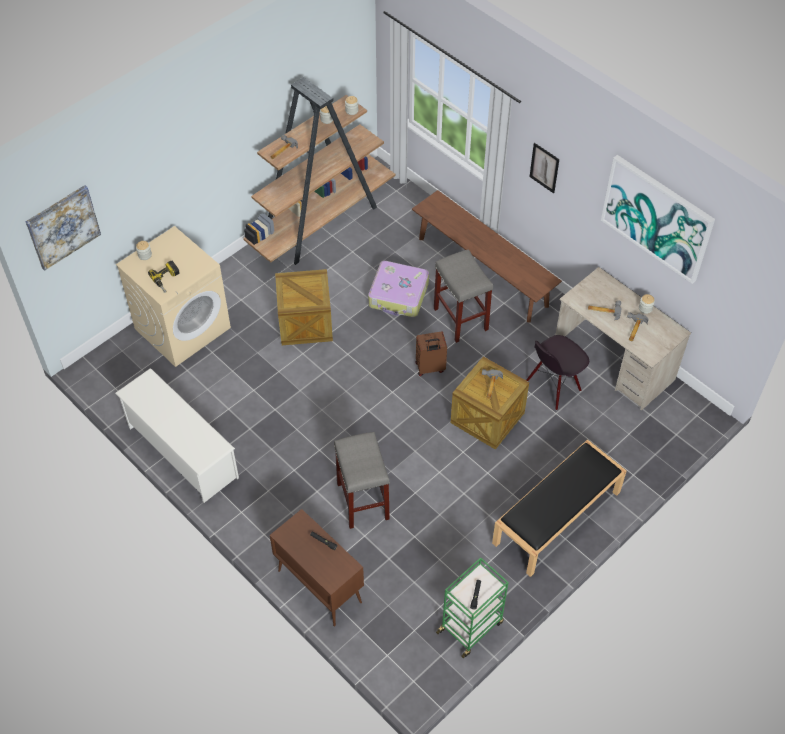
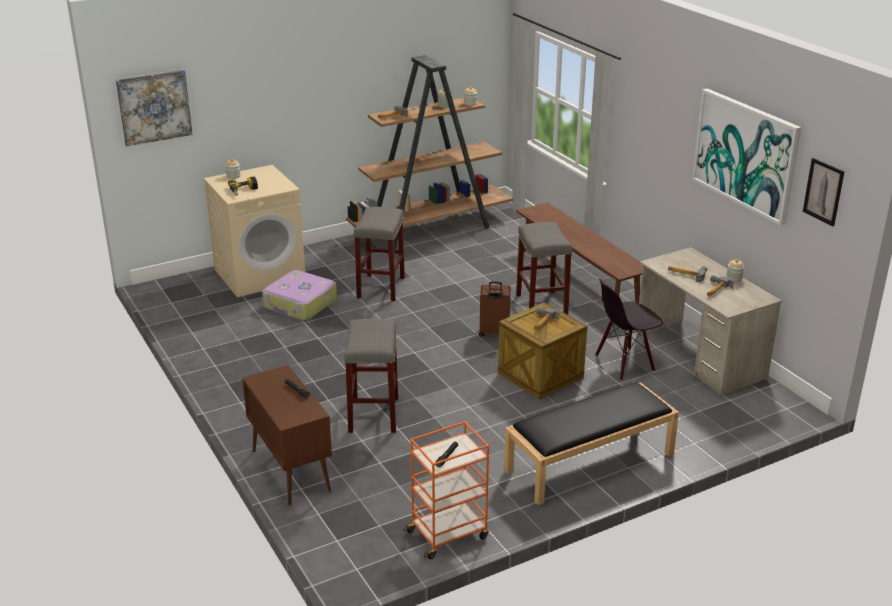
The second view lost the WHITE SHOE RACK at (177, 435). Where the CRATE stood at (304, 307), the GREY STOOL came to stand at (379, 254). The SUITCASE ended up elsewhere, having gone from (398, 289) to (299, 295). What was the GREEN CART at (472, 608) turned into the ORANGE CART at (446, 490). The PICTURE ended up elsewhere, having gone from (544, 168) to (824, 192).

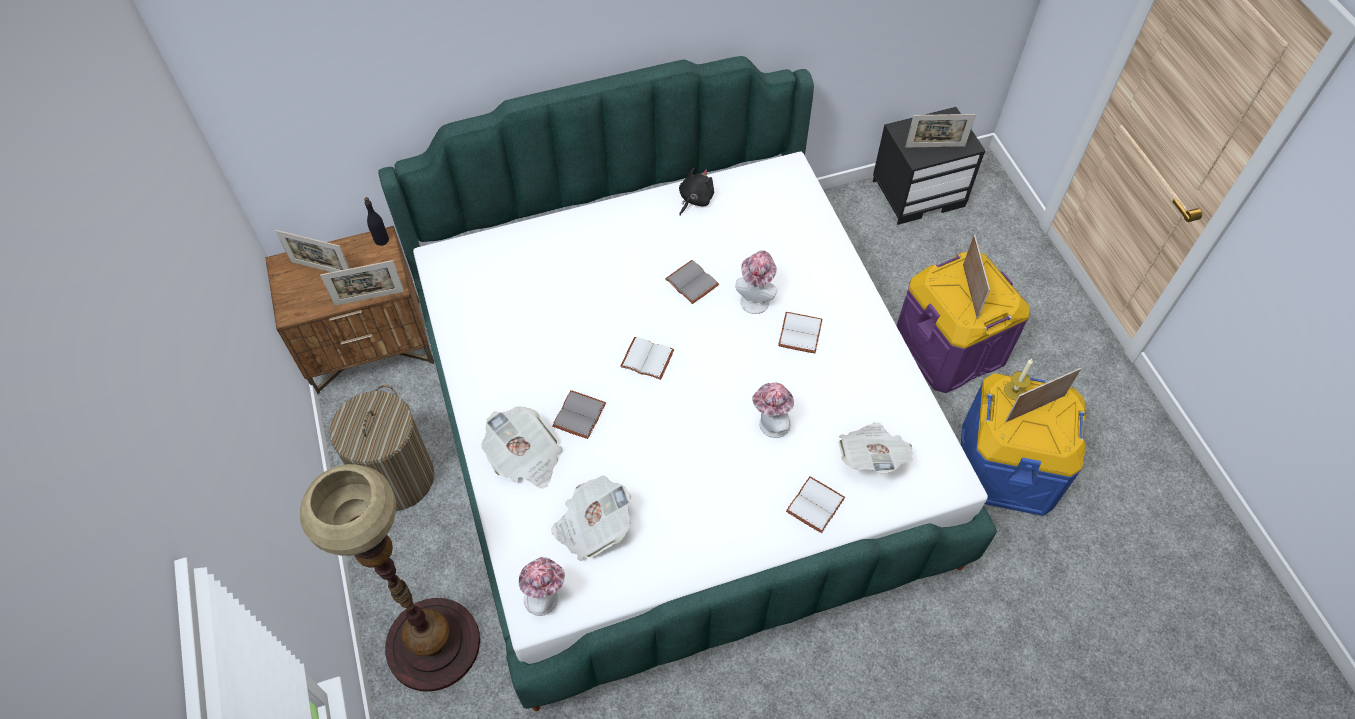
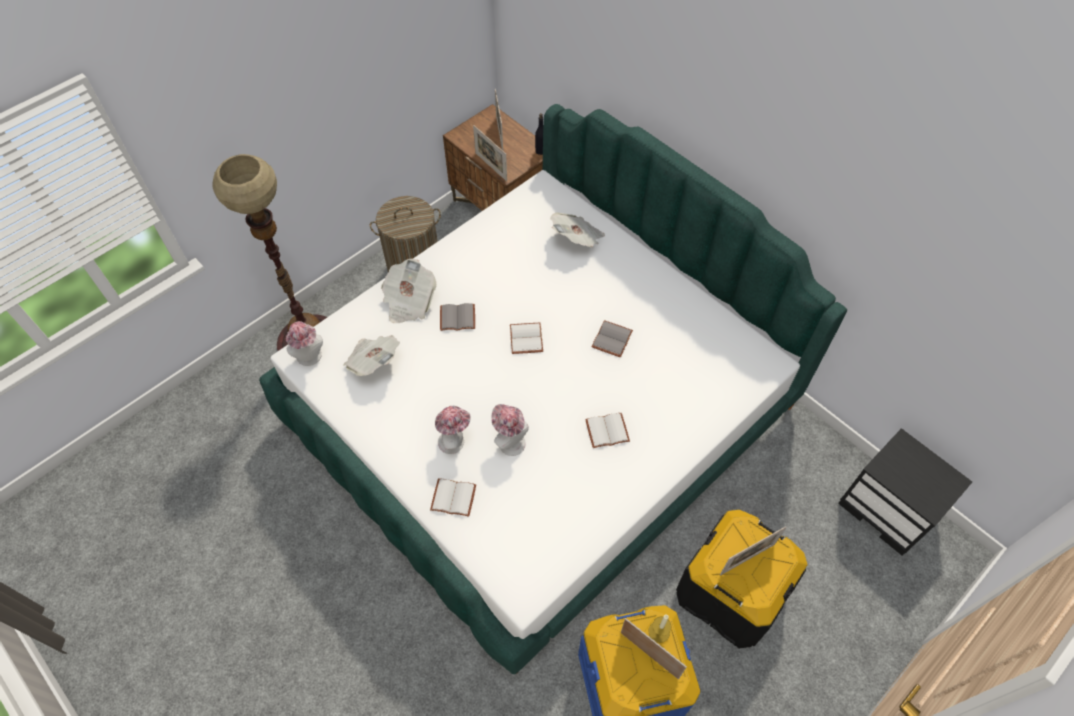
The second view lost the BLACK PLUSH TOY at (696, 191). The HAT ended up elsewhere, having gone from (756, 282) to (453, 430). The NEWSPAPER ended up elsewhere, having gone from (876, 448) to (577, 229). What was the PURPLE STORAGE BOX at (963, 322) turned into the BLACK STORAGE BOX at (741, 579). The second view lost the PICTURE FRAME at (940, 130).

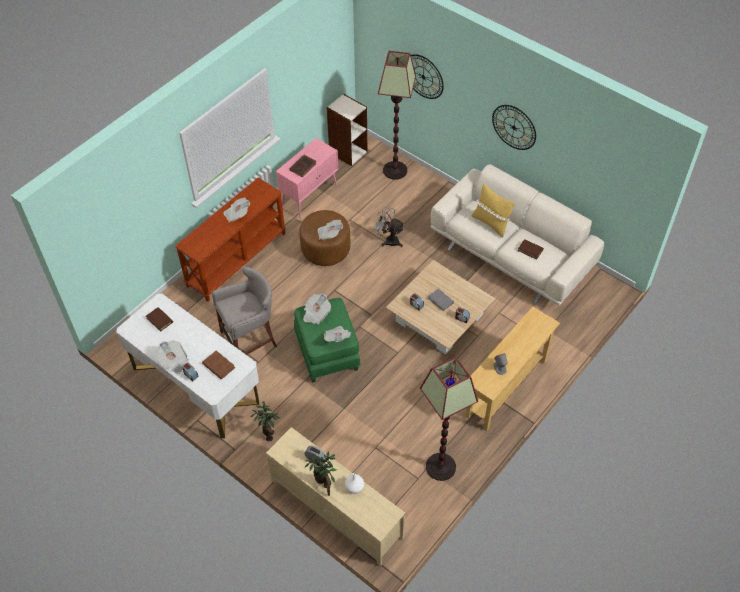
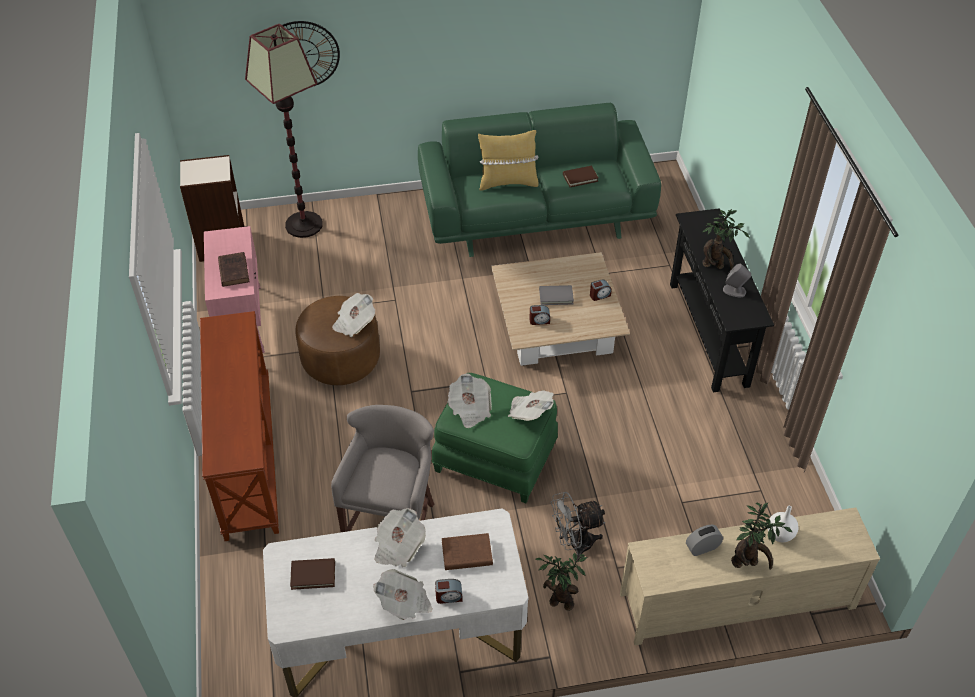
The NEWSPAPER ended up elsewhere, having gone from (236, 209) to (400, 537). The GREY FAN ended up elsewhere, having gone from (388, 226) to (578, 526). The second view lost the FLOOR LAMP at (449, 419). What was the BEIGE SOFA at (517, 234) turned into the GREEN SOFA at (539, 180). What was the BEIGE CONSOLE TABLE at (512, 368) turned into the BLACK CONSOLE TABLE at (722, 300). The second view lost the WALL CLOCK at (514, 127). The second view gained the POTTED PLANT at (726, 240).

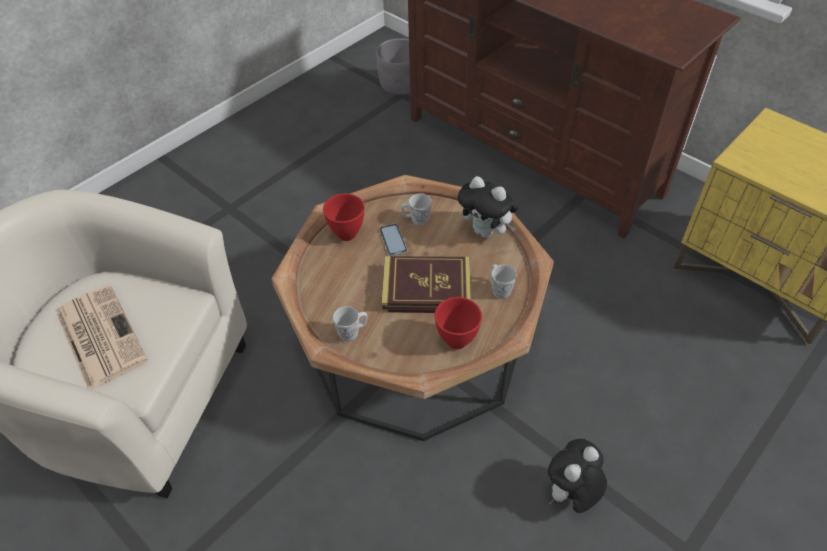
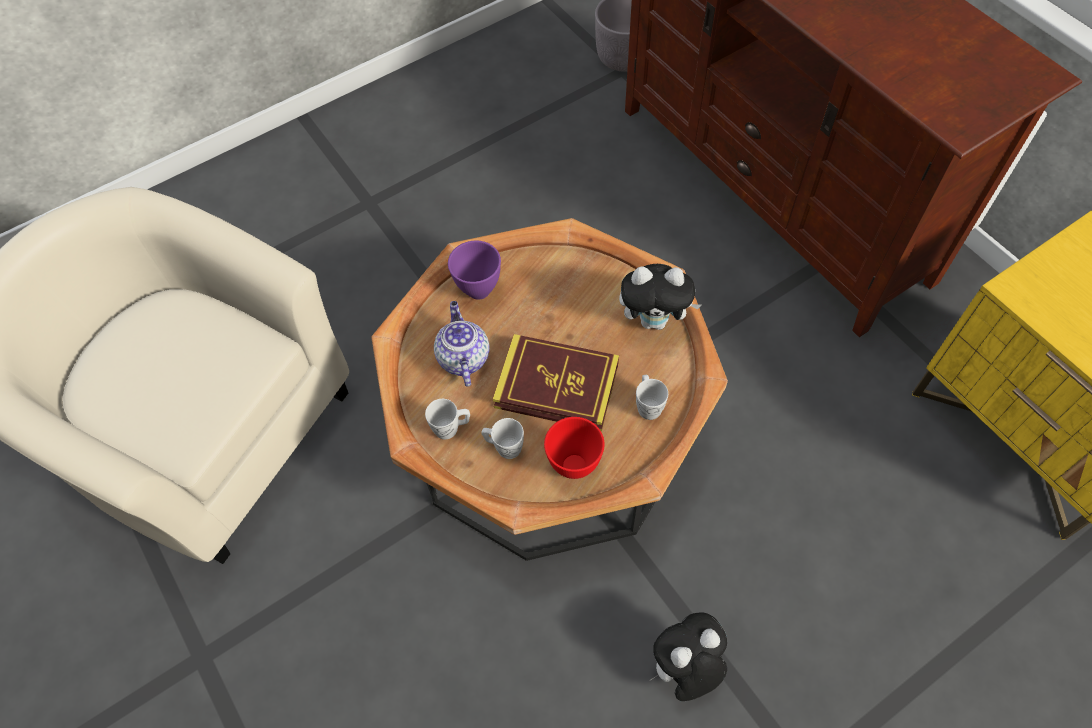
The second view lost the NEWSPAPER at (102, 337). What was the RED BOWL at (343, 217) turned into the PURPLE BOWL at (474, 270). The second view lost the PHONE at (393, 240). The WHITE MUG ended up elsewhere, having gone from (416, 209) to (502, 438). The PLUSH TOY at (488, 207) ended up facing another way, 45 degrees counterclockwise from before. The second view gained the TEAPOT at (461, 344).

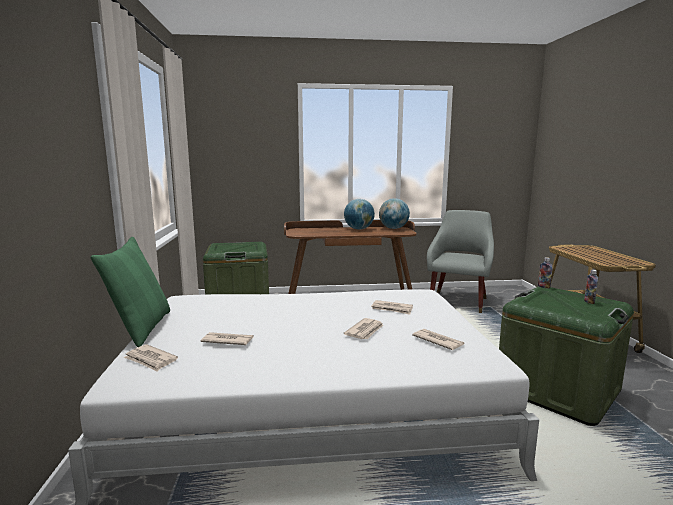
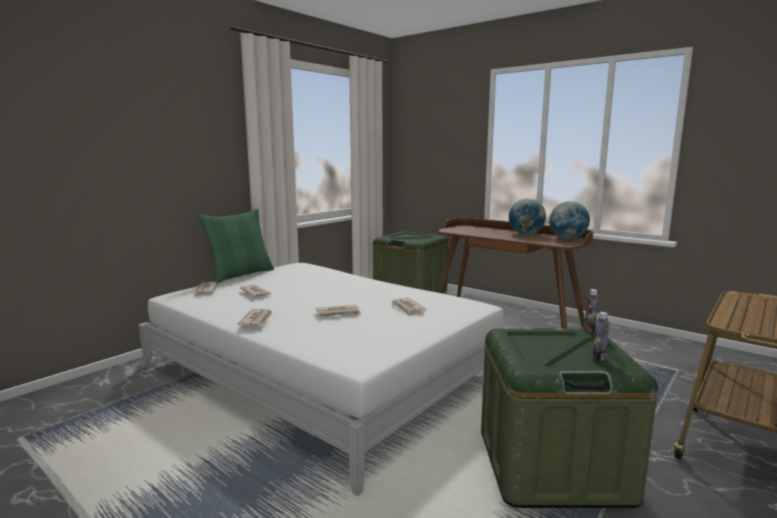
The NEWSPAPER ended up elsewhere, having gone from (438, 339) to (255, 317). The second view lost the GREY ARMCHAIR at (460, 261).

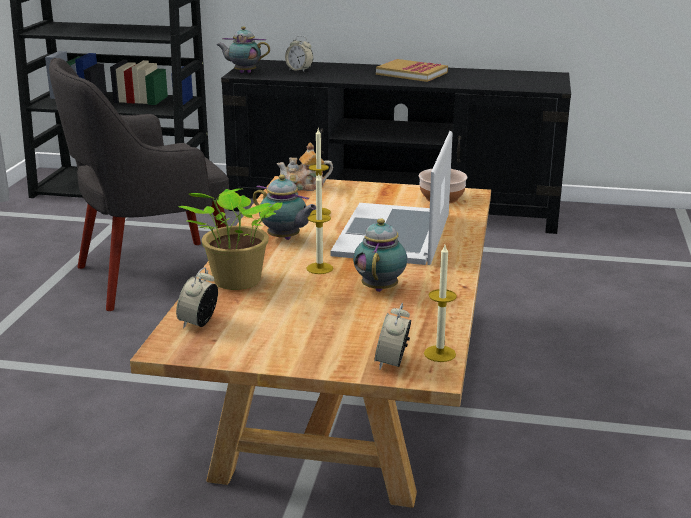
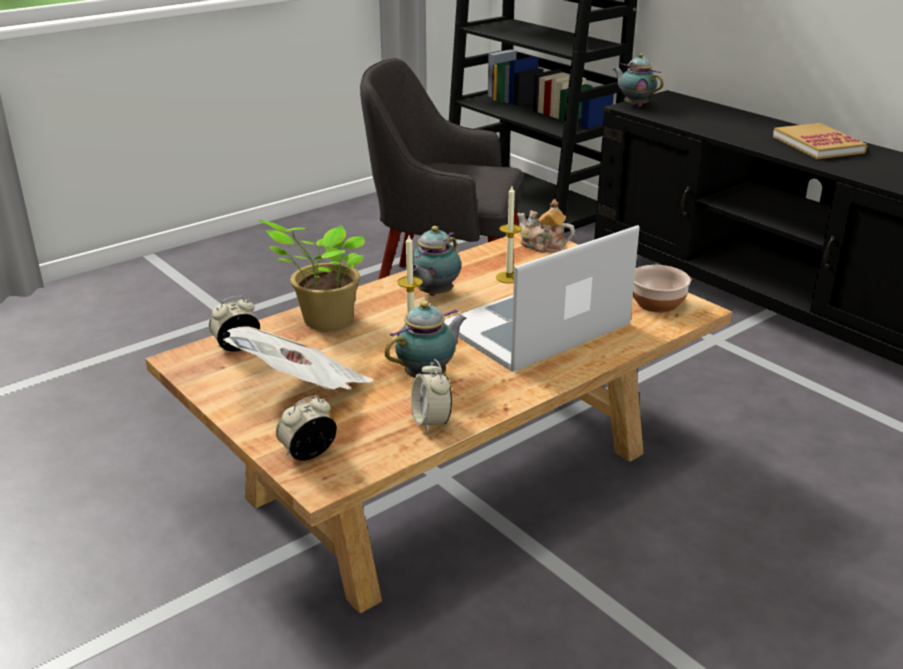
The TEAPOT at (284, 207) ended up facing another way, 45 degrees clockwise from before. The ALARM CLOCK ended up elsewhere, having gone from (299, 54) to (431, 396). The second view lost the CANDLE at (440, 303). The second view gained the NEWSPAPER at (298, 358).

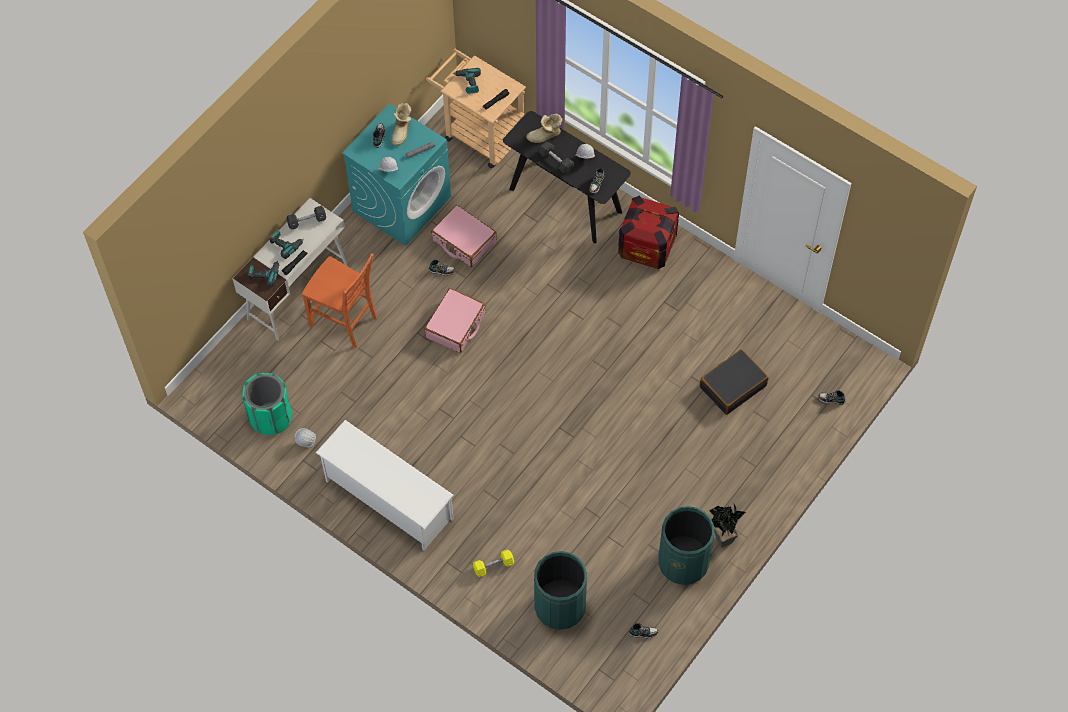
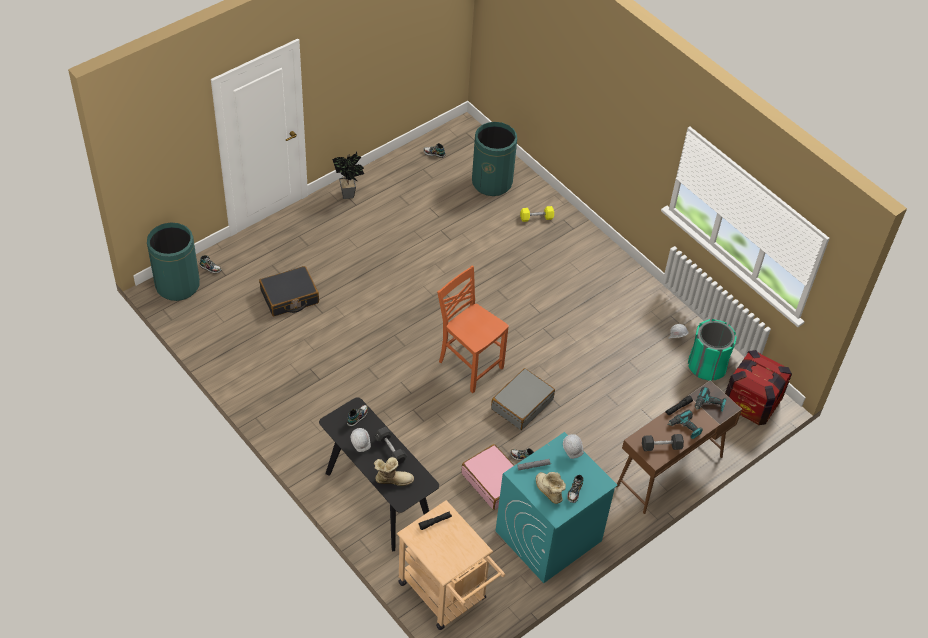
What was the WHITE DESK at (290, 269) turned into the BROWN DESK at (679, 447). The ORANGE CHAIR ended up elsewhere, having gone from (339, 300) to (473, 329). The second view lost the WHITE SHOE RACK at (385, 485). The BOOT at (401, 124) ended up facing another way, 60 degrees counterclockwise from before. What was the PINK SUITCASE at (455, 320) turned into the GREY SUITCASE at (523, 399). The second view lost the POWER DRILL at (467, 81). The CRATE ended up elsewhere, having gone from (648, 232) to (758, 387). The GREEN TRASH CAN ended up elsewhere, having gone from (686, 545) to (173, 261).

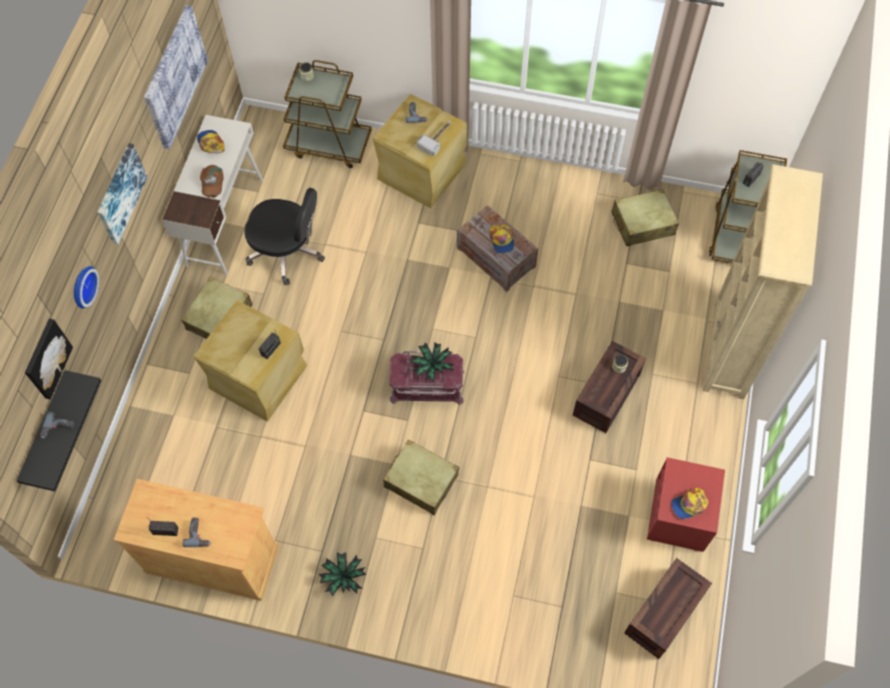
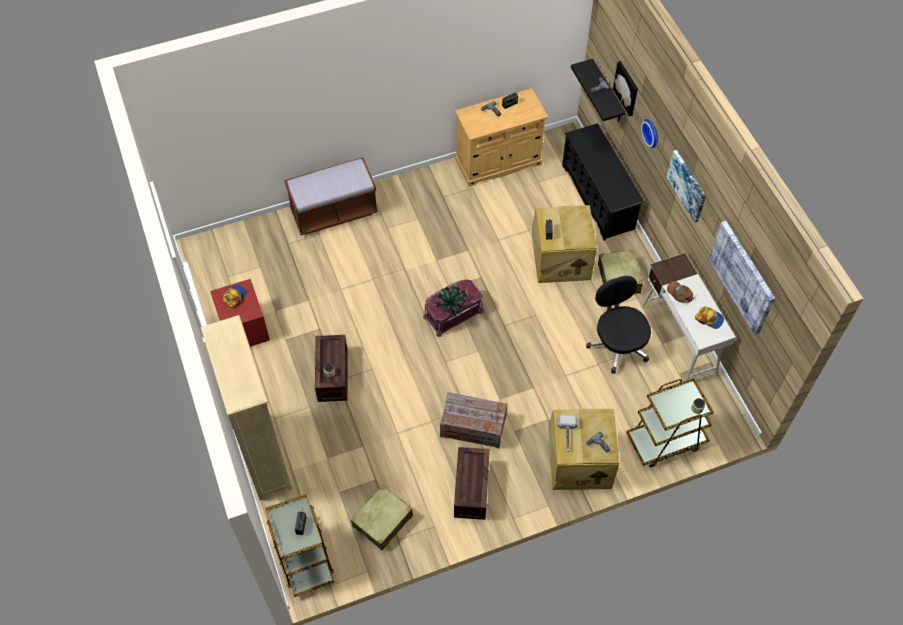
The BLACK OFFICE CHAIR at (284, 236) ended up facing another way, 90 degrees clockwise from before. The second view lost the POTTED PLANT at (343, 574). The second view lost the BEIGE SUITCASE at (421, 477). The second view lost the CAP at (502, 238). The CRATE ended up elsewhere, having gone from (668, 608) to (472, 483). The second view gained the BROWN BENCH at (331, 196). The second view gained the BLACK SHOE RACK at (603, 182).

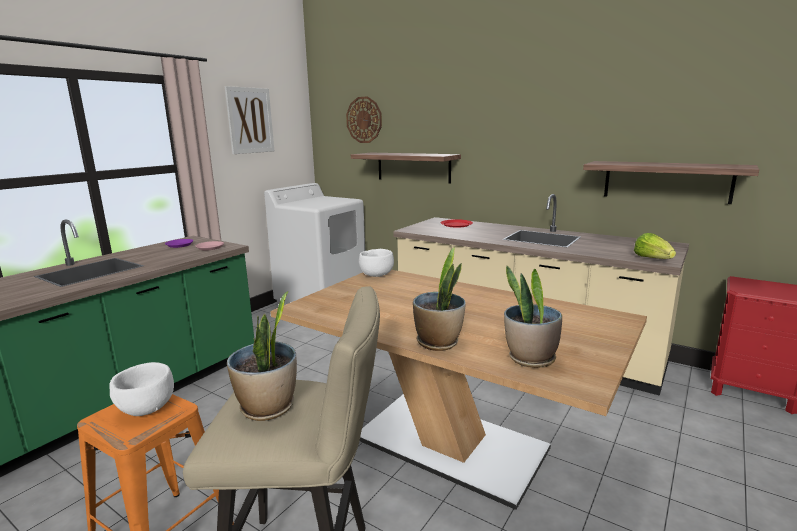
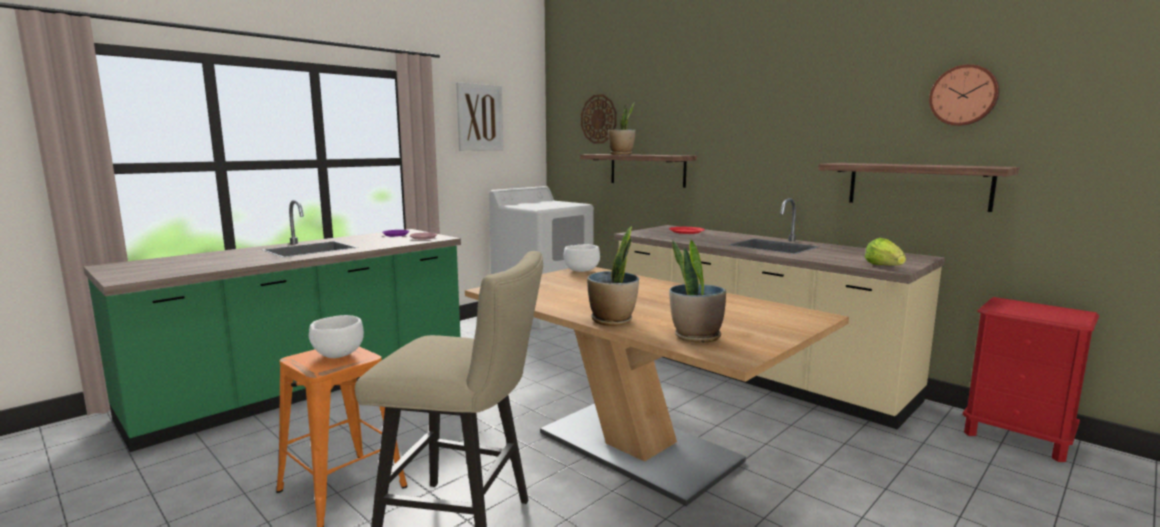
The POTTED PLANT ended up elsewhere, having gone from (262, 356) to (622, 128). The second view gained the WALL CLOCK at (964, 95).

